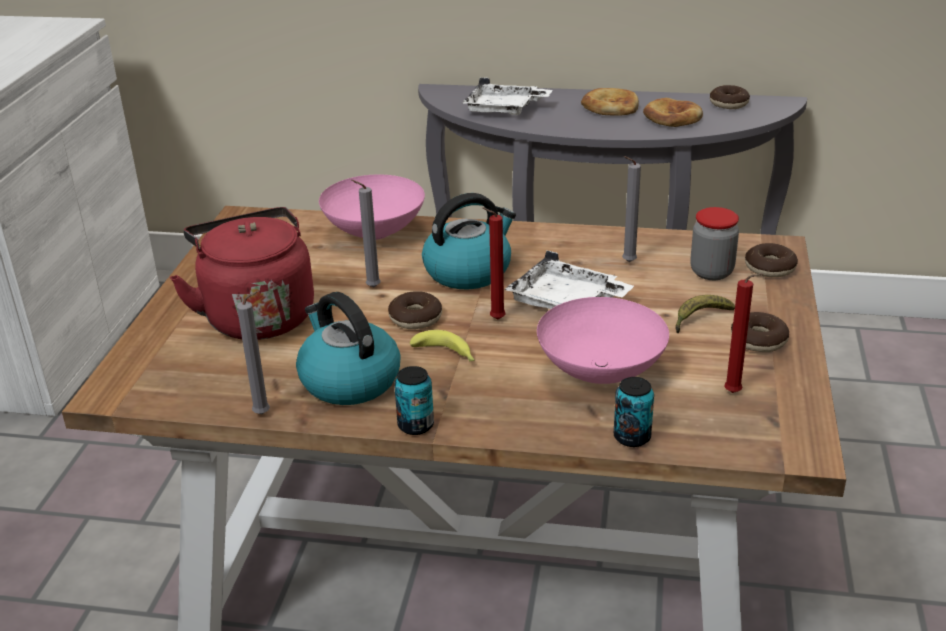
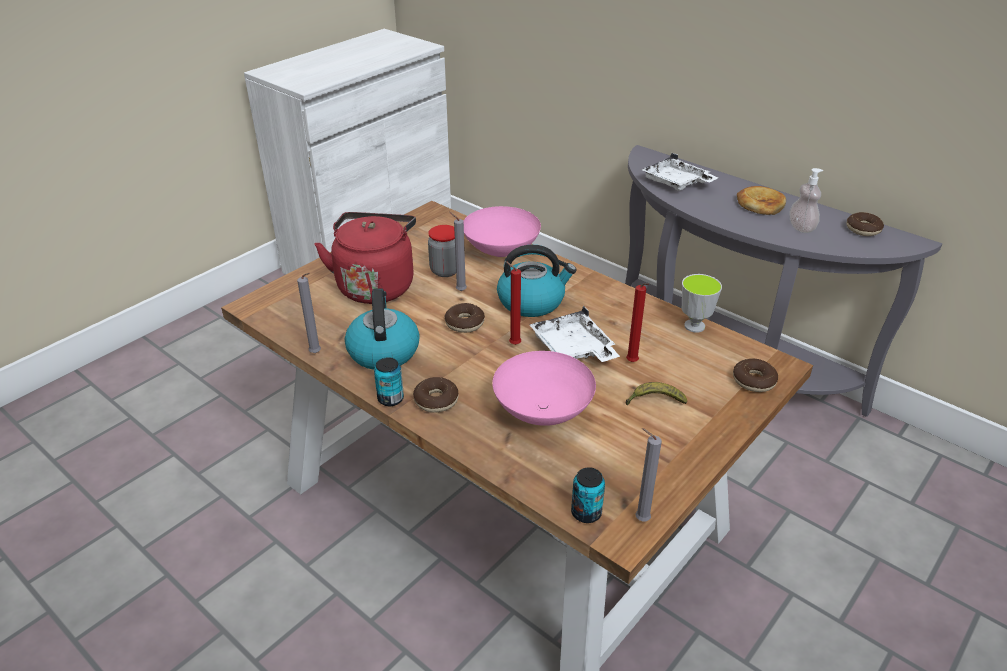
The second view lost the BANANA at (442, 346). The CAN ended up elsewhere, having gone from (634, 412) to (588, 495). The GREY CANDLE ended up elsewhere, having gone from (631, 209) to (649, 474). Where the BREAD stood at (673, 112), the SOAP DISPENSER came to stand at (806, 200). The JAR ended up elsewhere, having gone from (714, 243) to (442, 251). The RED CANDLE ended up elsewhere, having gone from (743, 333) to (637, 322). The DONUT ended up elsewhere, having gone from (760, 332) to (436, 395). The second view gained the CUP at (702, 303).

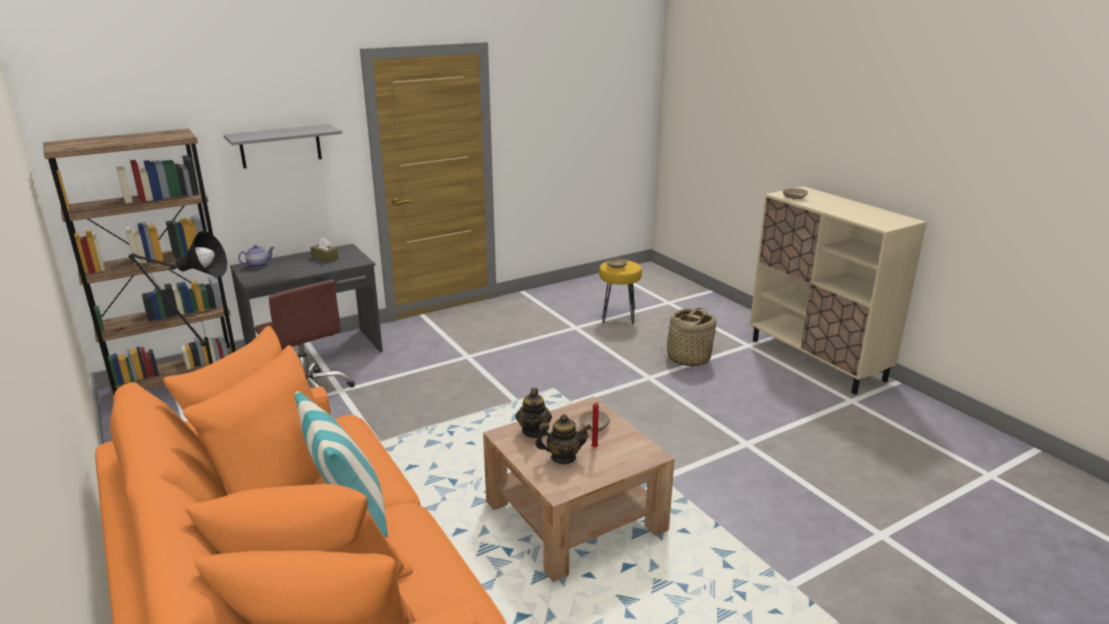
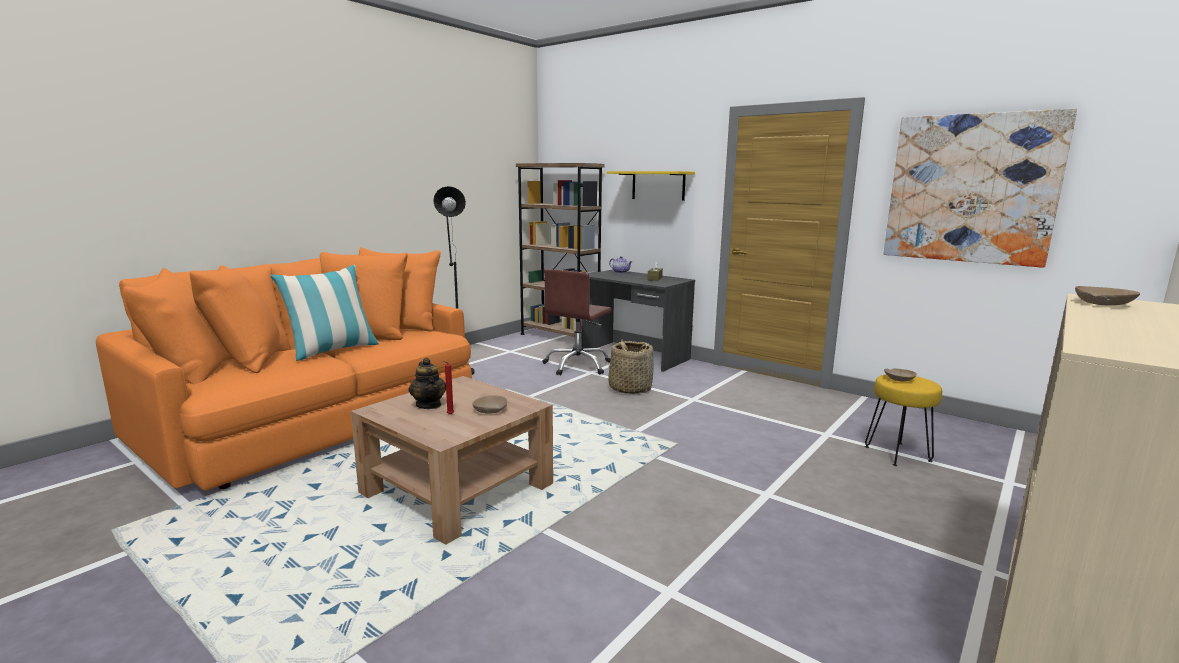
What was the GREY SHELF at (282, 146) turned into the YELLOW SHELF at (651, 186). The second view lost the TEAPOT at (534, 413). The BASKET ended up elsewhere, having gone from (688, 337) to (631, 366). The second view gained the PICTURE at (980, 188).

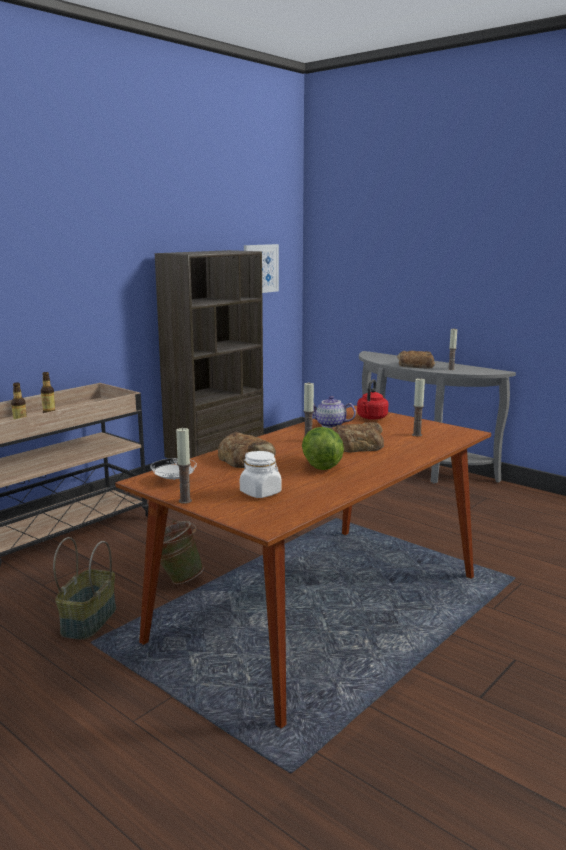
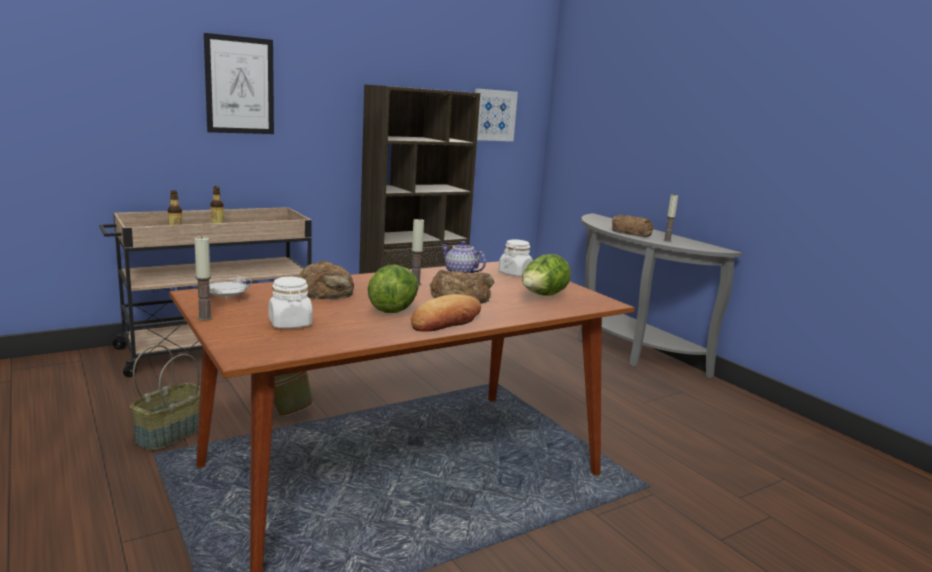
Where the RED KETTLE stood at (372, 399), the WHITE JAR came to stand at (516, 258). Where the CANDLE stood at (418, 407), the LETTUCE came to stand at (546, 275). The second view gained the PICTURE at (239, 83). The second view gained the BREAD at (446, 313).

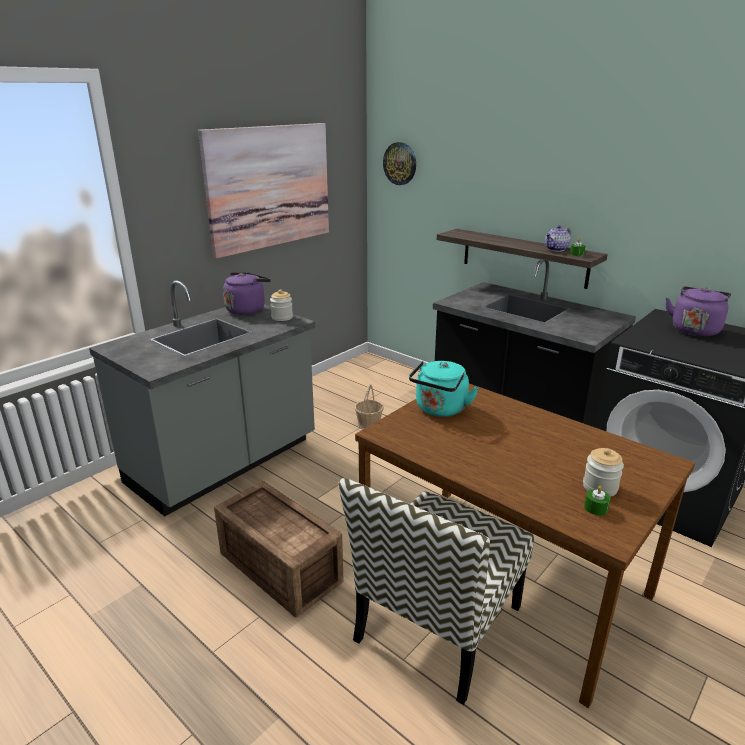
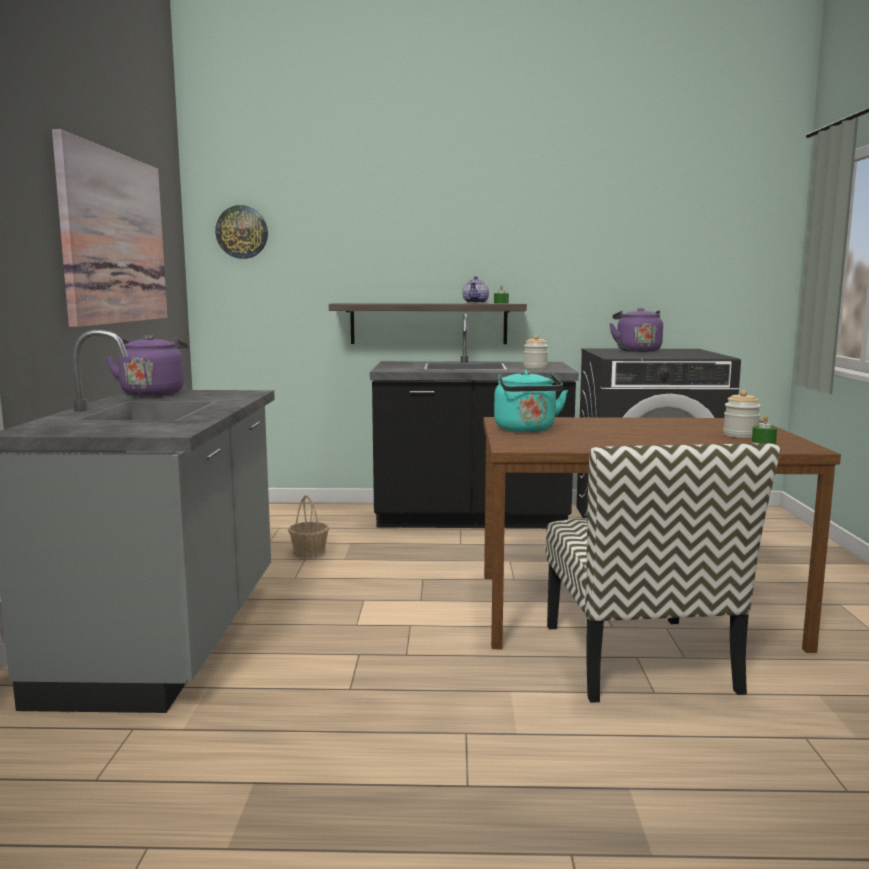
The second view lost the CRATE at (279, 549). The JAR ended up elsewhere, having gone from (281, 305) to (536, 351).

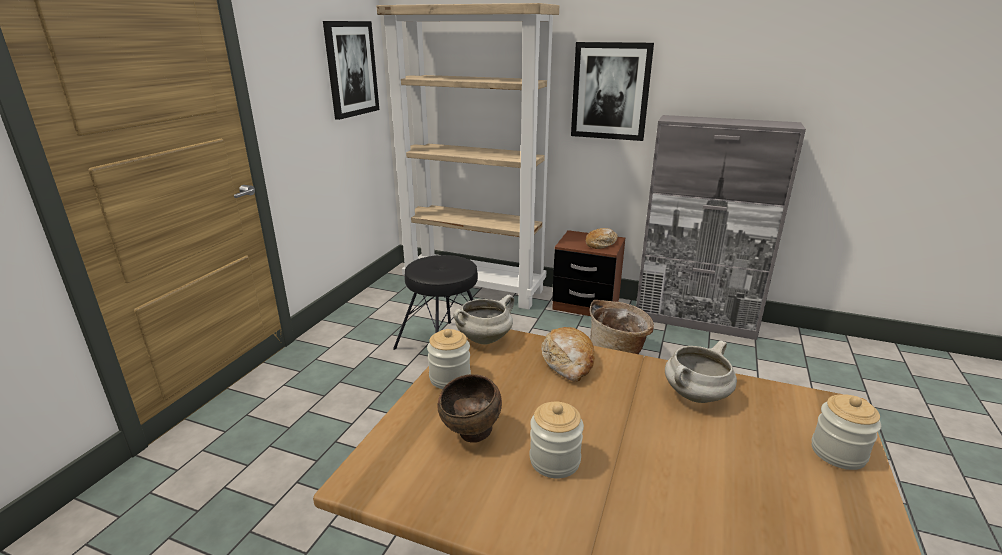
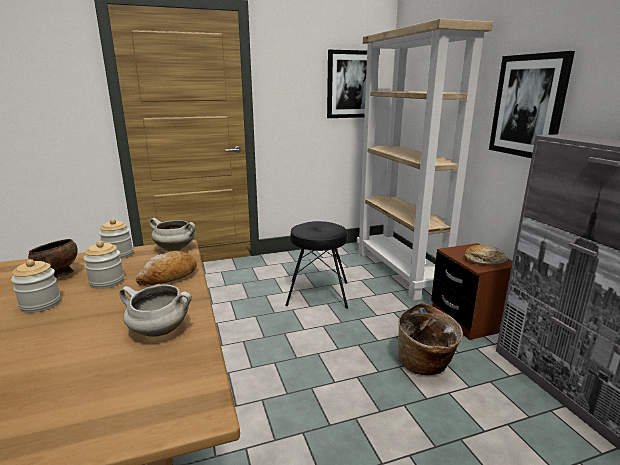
The JAR ended up elsewhere, having gone from (846, 432) to (104, 265).

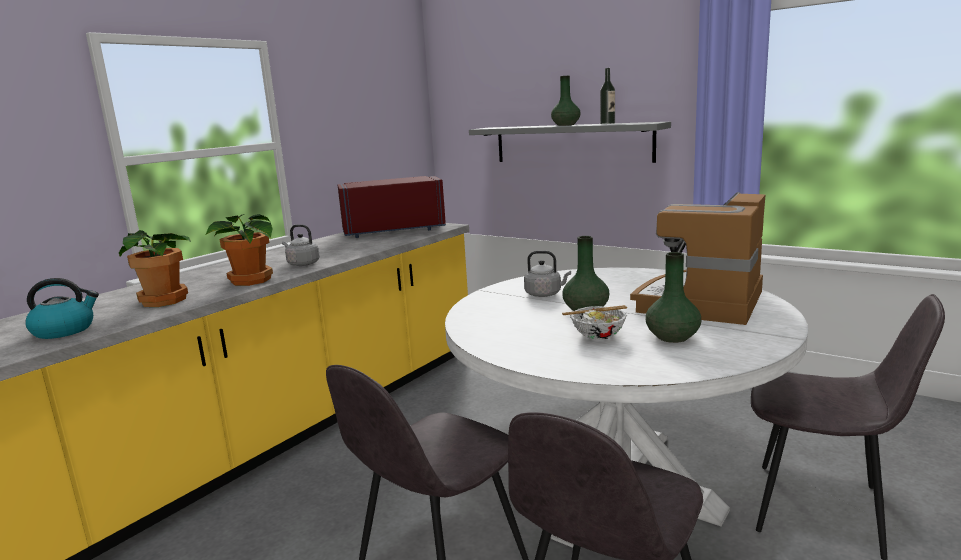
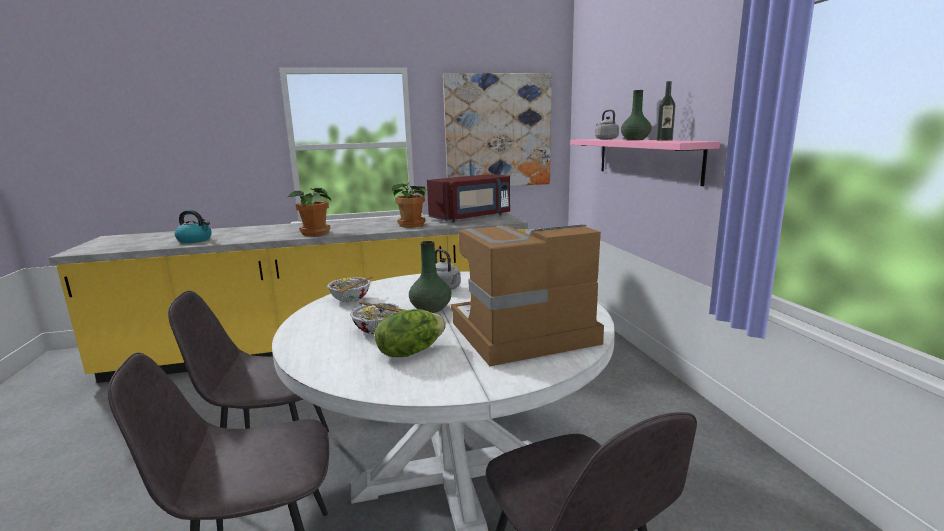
The POTTED PLANT ended up elsewhere, having gone from (155, 268) to (409, 205). The GREY KETTLE ended up elsewhere, having gone from (301, 245) to (607, 125). The RED MICROWAVE at (392, 207) ended up facing another way, 120 degrees clockwise from before. What was the GREY SHELF at (570, 142) turned into the PINK SHELF at (645, 162). Where the GREEN VASE stood at (673, 297), the LETTUCE came to stand at (410, 333). The second view gained the BOWL at (350, 289). The second view gained the PICTURE at (497, 129).

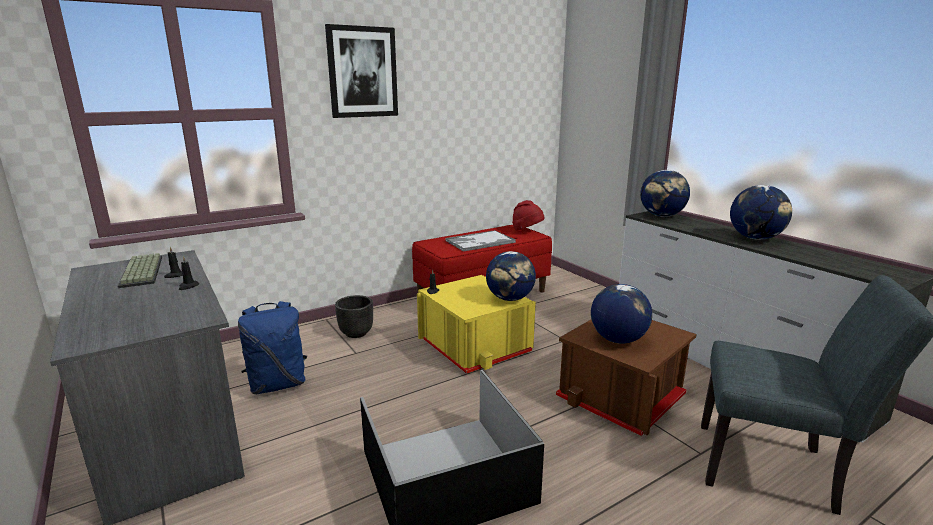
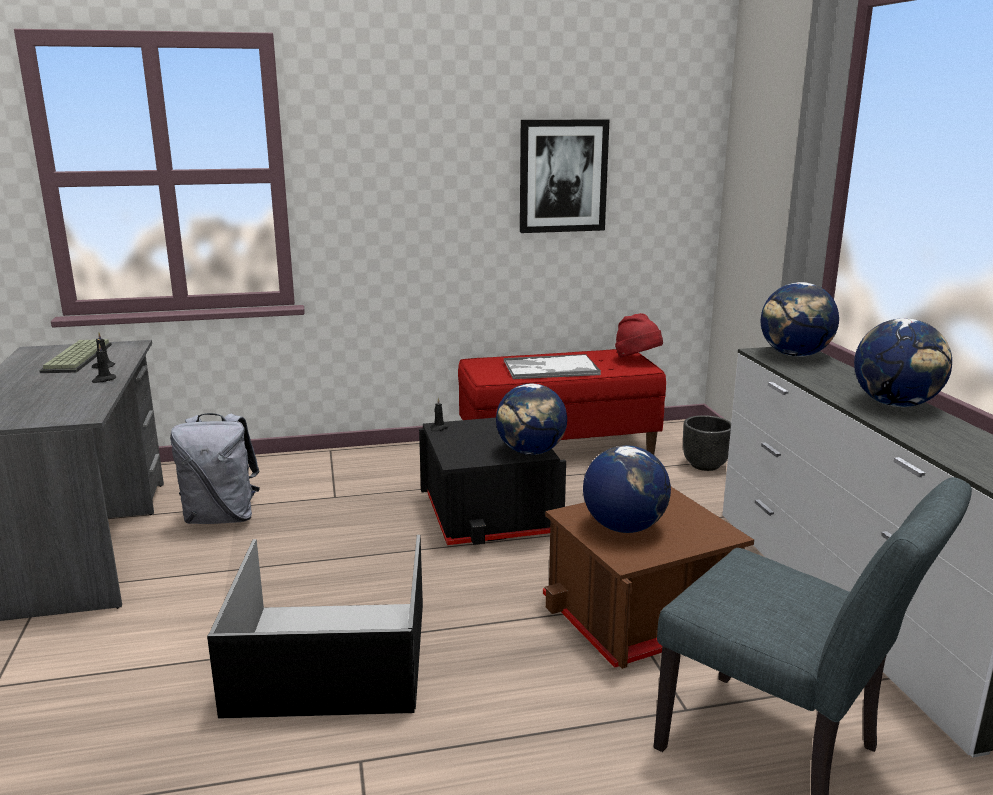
What was the BLUE BACKPACK at (272, 347) turned into the GREY BACKPACK at (215, 468). The PICTURE ended up elsewhere, having gone from (361, 71) to (564, 176). The BLACK PLANTER ended up elsewhere, having gone from (354, 316) to (707, 443). What was the YELLOW STORAGE BOX at (476, 324) turned into the BLACK STORAGE BOX at (492, 481).

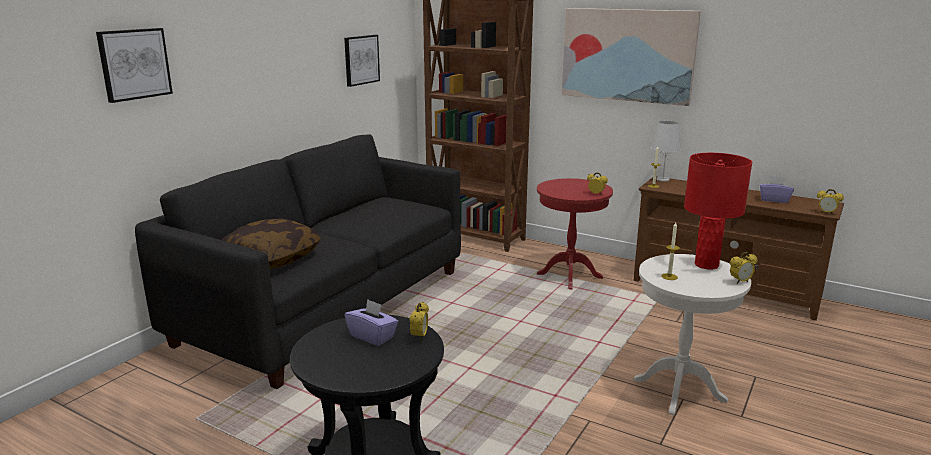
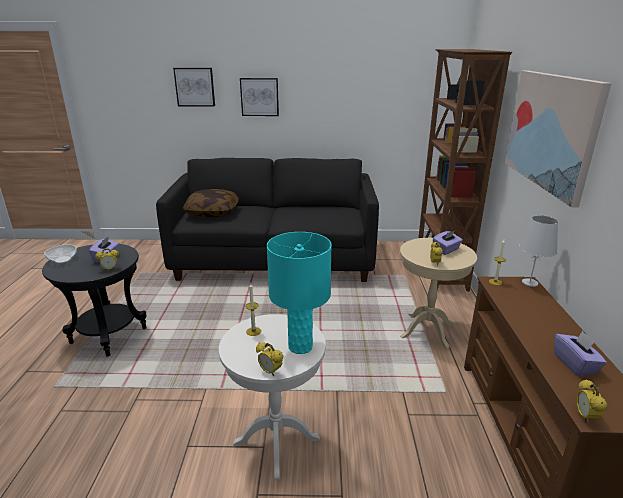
The PICTURE ended up elsewhere, having gone from (362, 61) to (259, 97). What was the RED SIDE TABLE at (575, 233) turned into the BEIGE SIDE TABLE at (438, 293). What was the RED TABLE LAMP at (718, 211) turned into the TURQUOISE TABLE LAMP at (299, 293). The second view gained the BOWL at (60, 254). The second view gained the PURPLE TISSUE BOX at (448, 243).

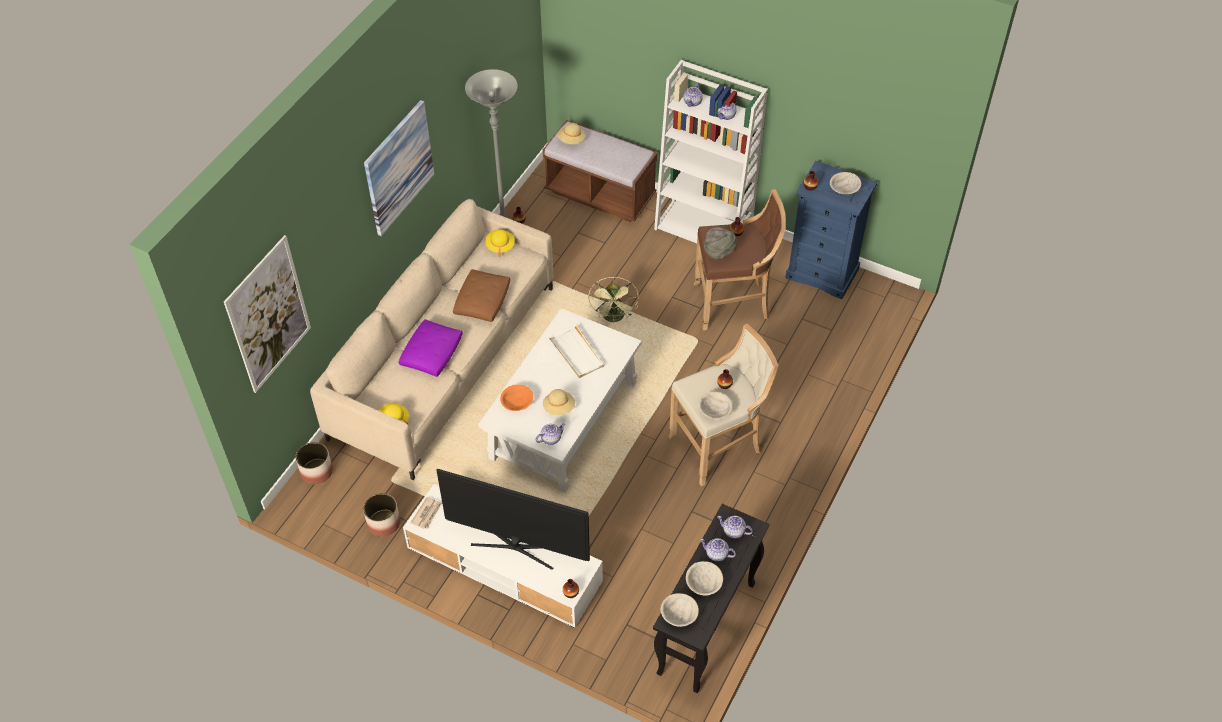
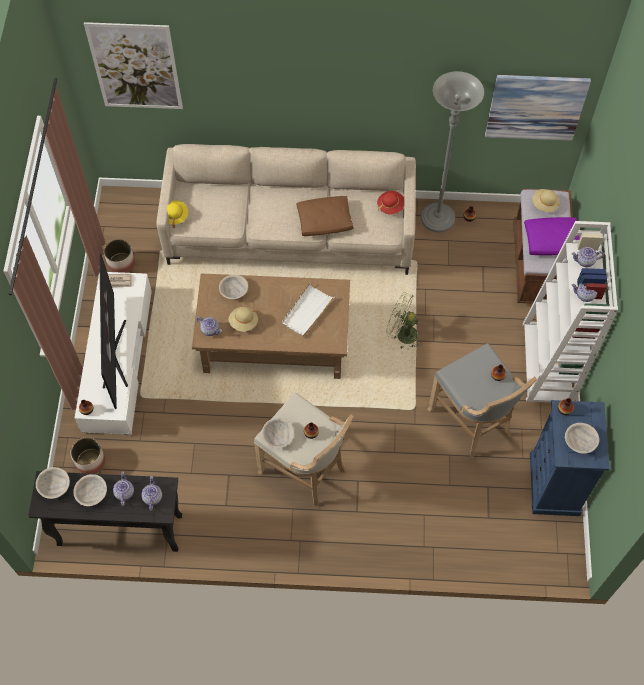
The PLANTER ended up elsewhere, having gone from (314, 463) to (88, 455). The PICTURE ended up elsewhere, having gone from (399, 168) to (538, 108). The PURPLE PILLOW ended up elsewhere, having gone from (430, 348) to (552, 236). What was the WHITE COFFEE TABLE at (559, 400) turned into the BROWN COFFEE TABLE at (271, 326). What was the YELLOW HAT at (500, 243) turned into the RED HAT at (390, 202). What was the ORANGE BOWL at (516, 398) turned into the BEIGE BOWL at (233, 287). The GREEN FAN at (613, 299) ended up facing another way, 45 degrees clockwise from before. What was the BROWN STOOL at (740, 260) turned into the GREY STOOL at (482, 400). The second view lost the GREY HAT at (720, 243).

